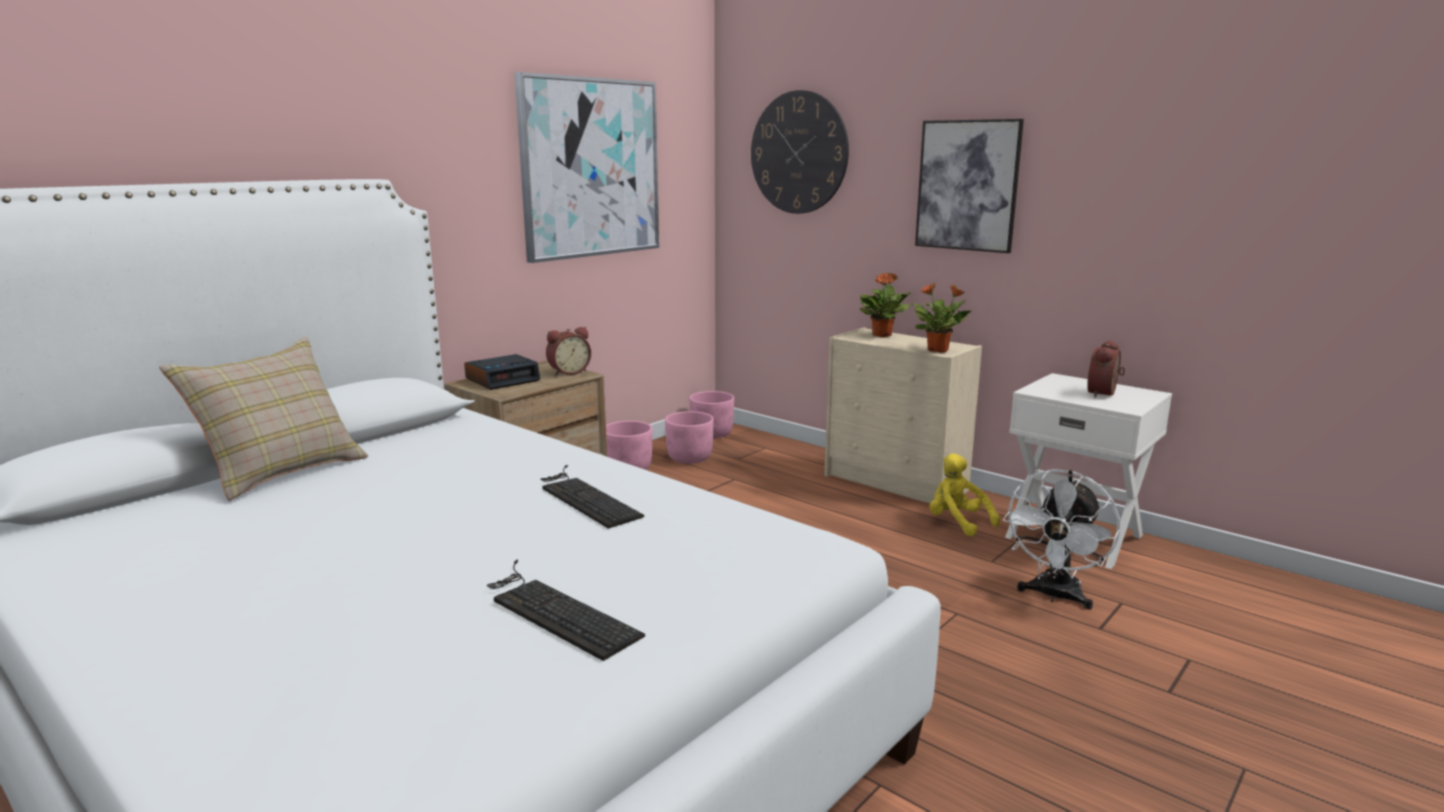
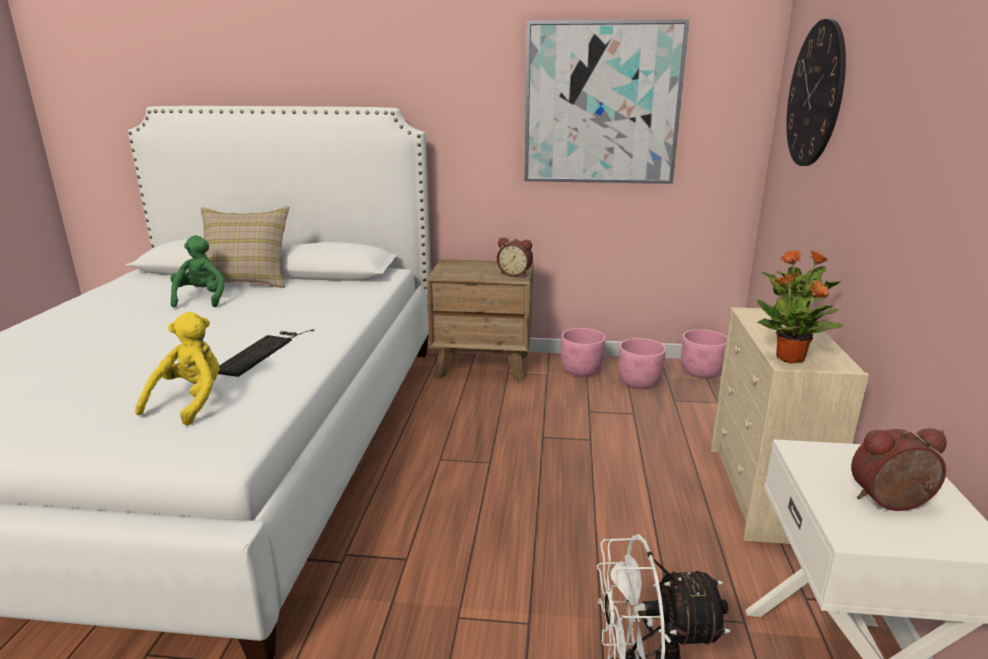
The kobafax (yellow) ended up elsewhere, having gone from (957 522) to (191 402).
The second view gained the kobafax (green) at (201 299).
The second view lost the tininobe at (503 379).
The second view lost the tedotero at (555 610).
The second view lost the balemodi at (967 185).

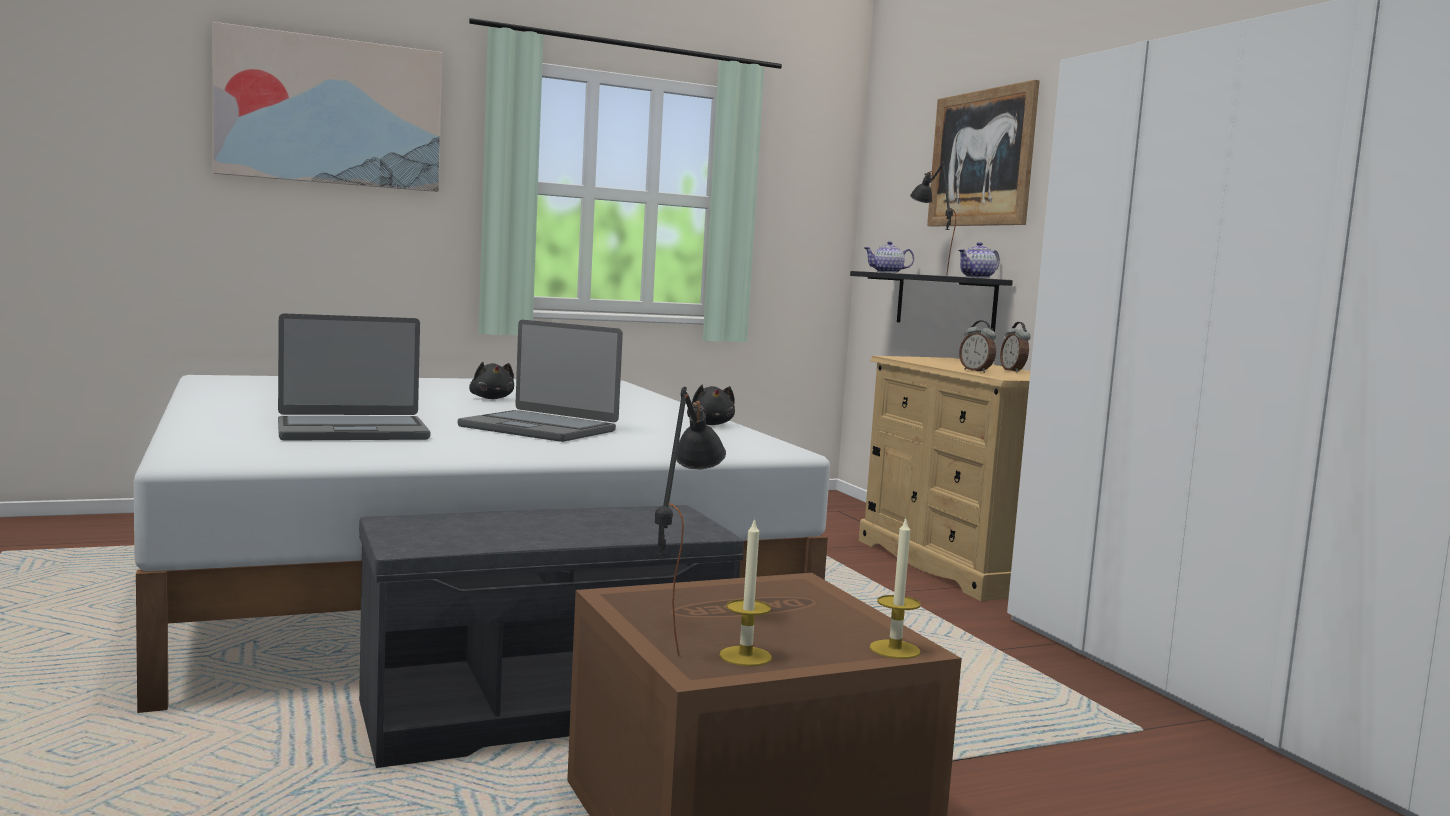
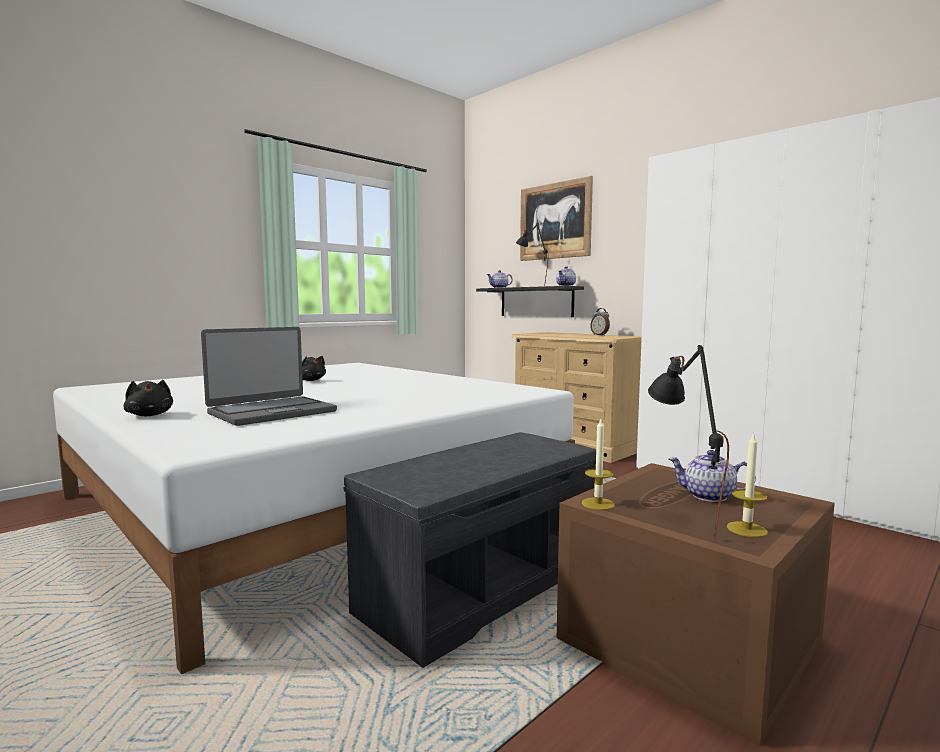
The kobafax (black) ended up elsewhere, having gone from (710 424) to (150 415).
The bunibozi ended up elsewhere, having gone from (894 649) to (598 504).
The second view gained the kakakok at (708 496).
The second view lost the balemodi at (330 111).
The second view lost the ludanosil at (539 428).
The second view lost the tininobe at (976 371).

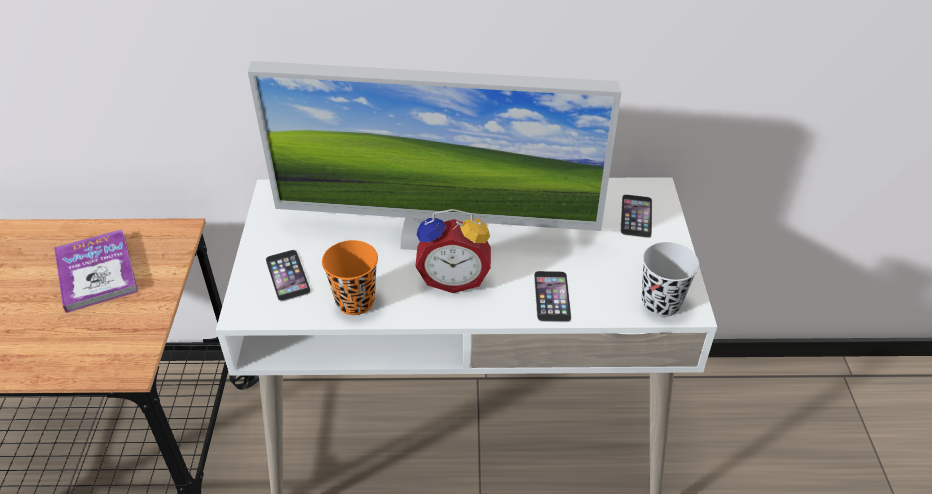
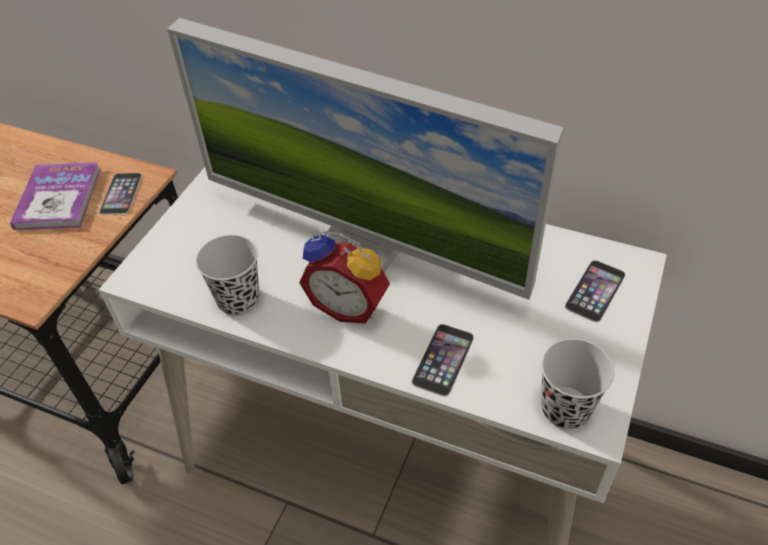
The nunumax ended up elsewhere, having gone from (287 275) to (121 193).
What was the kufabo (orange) at (355 301) turned into the kufabo (black) at (238 300).

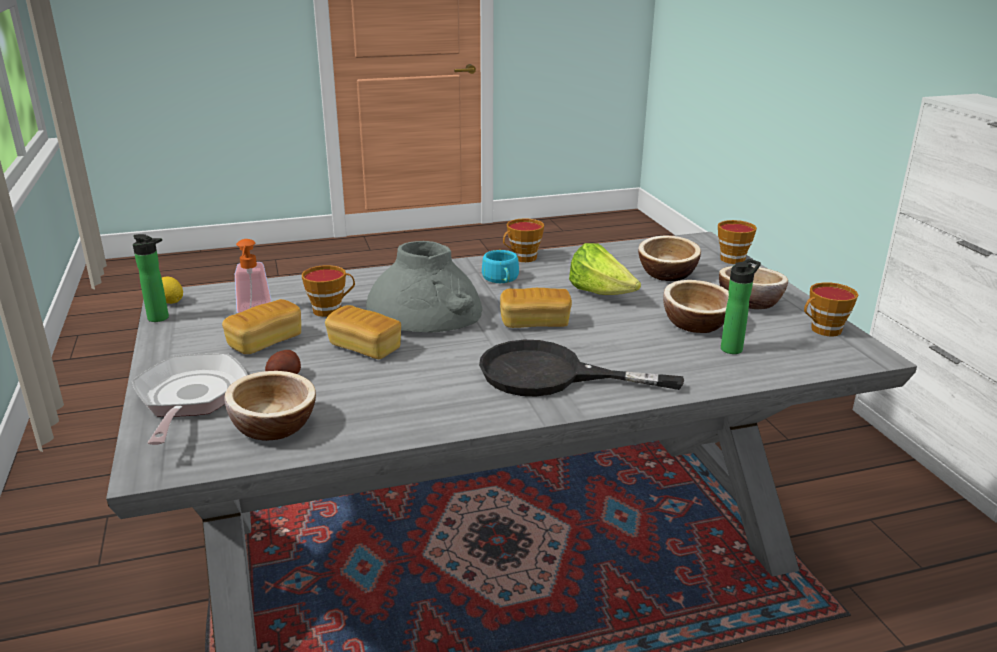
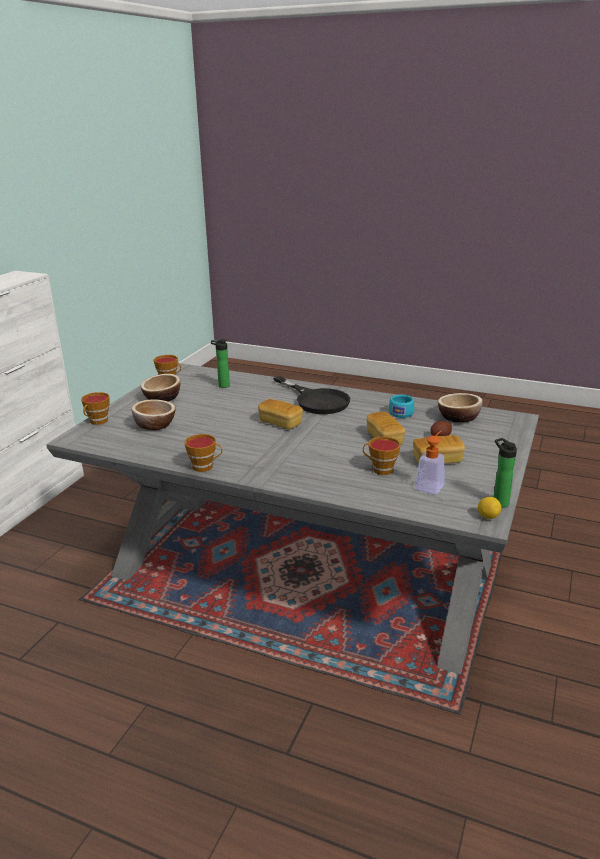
The kufabo (turquoise) ended up elsewhere, having gone from (501 279) to (402 412).
The second view lost the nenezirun at (190 399).
The second view lost the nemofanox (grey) at (424 311).
The second view lost the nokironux at (601 294).
The second view lost the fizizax at (695 324).

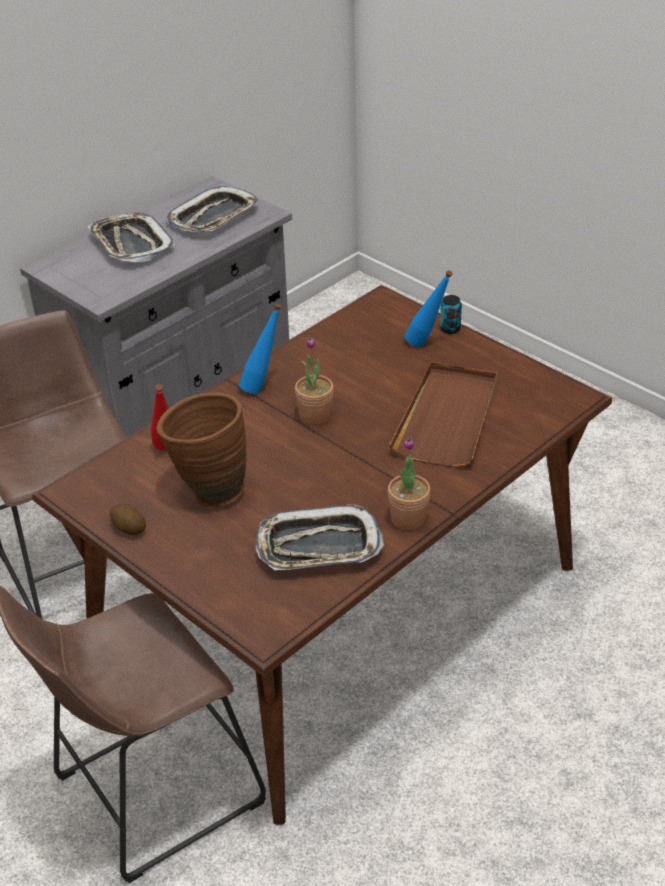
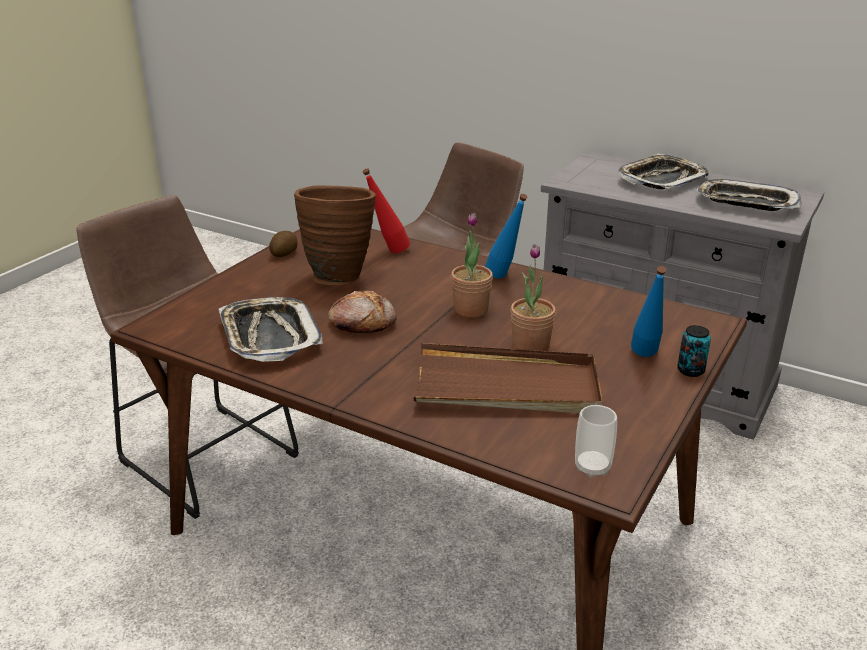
The second view gained the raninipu at (362 323).
The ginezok ended up elsewhere, having gone from (408 519) to (530 346).
The second view gained the kufabo at (592 467).

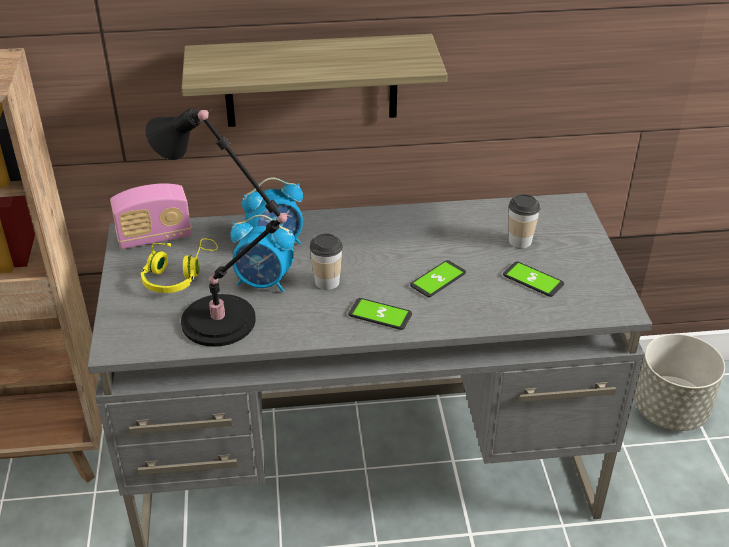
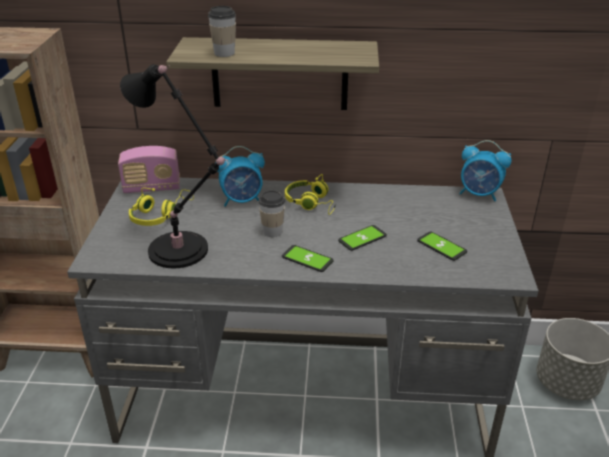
The kufabo ended up elsewhere, having gone from (520 241) to (224 53).
The second view gained the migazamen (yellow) at (311 203).
The tininobe ended up elsewhere, having gone from (264 283) to (479 194).

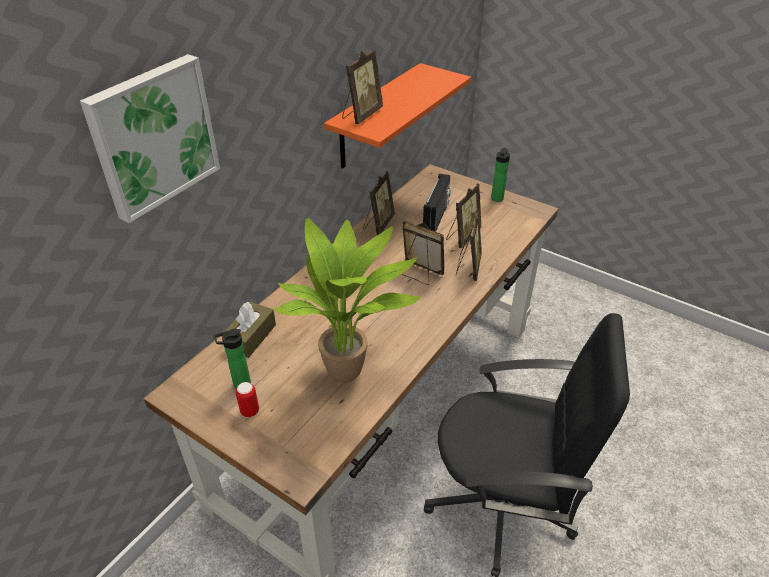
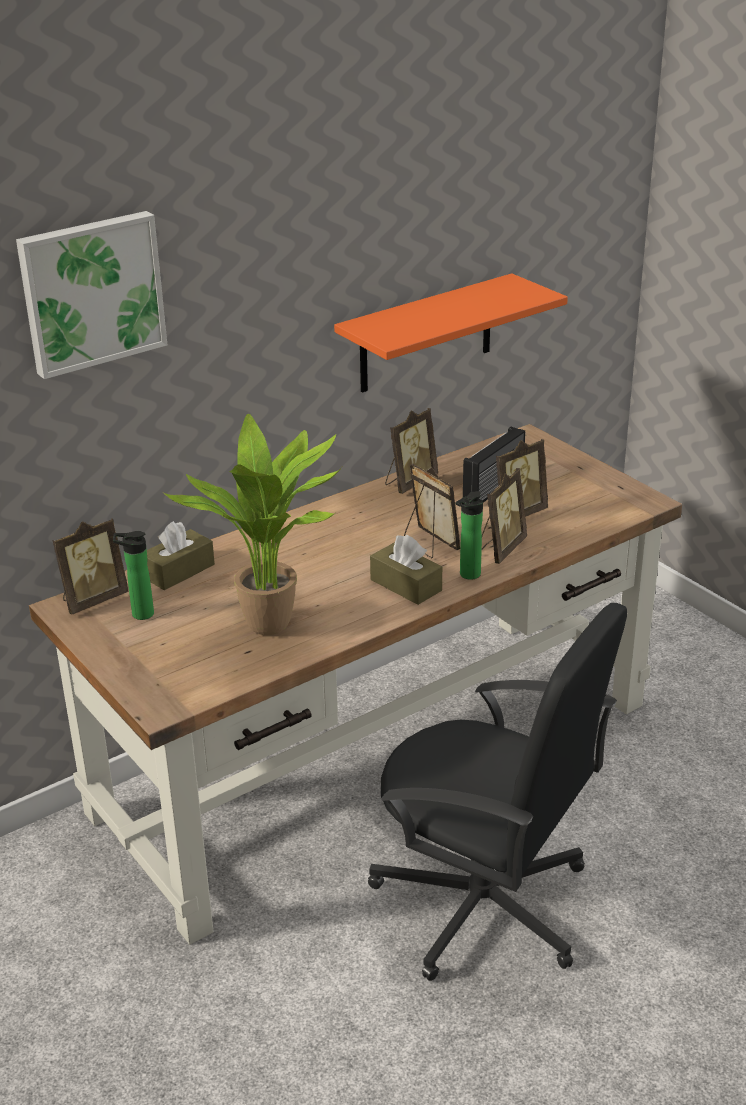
The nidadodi ended up elsewhere, having gone from (361 115) to (93 599).
The second view gained the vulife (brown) at (406 585).
The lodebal ended up elsewhere, having gone from (496 199) to (468 575).
The second view lost the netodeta at (250 411).

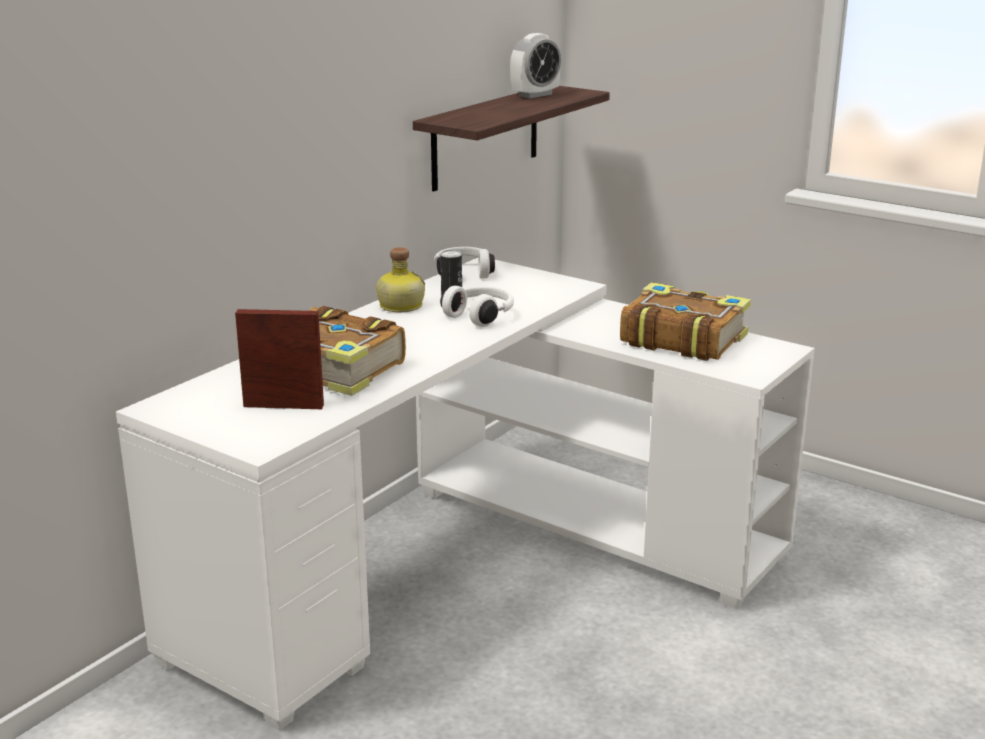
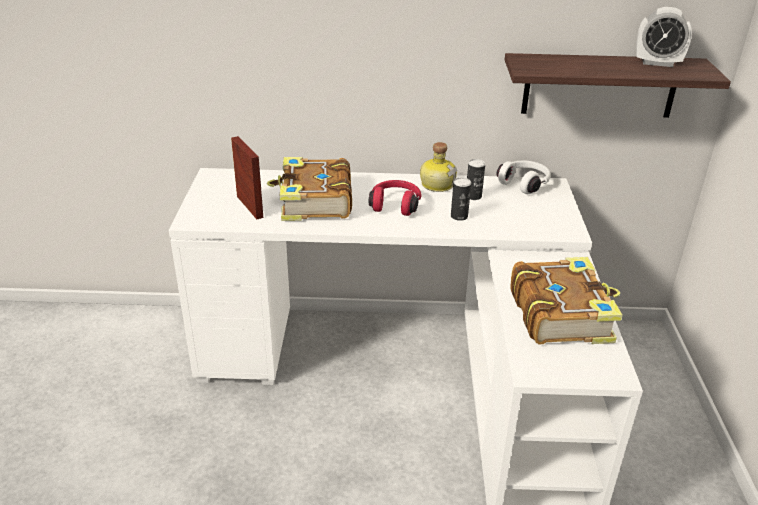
The second view gained the migazamen (red) at (395 205).
Where the migazamen (white) stood at (480 316), the netodeta came to stand at (459 216).

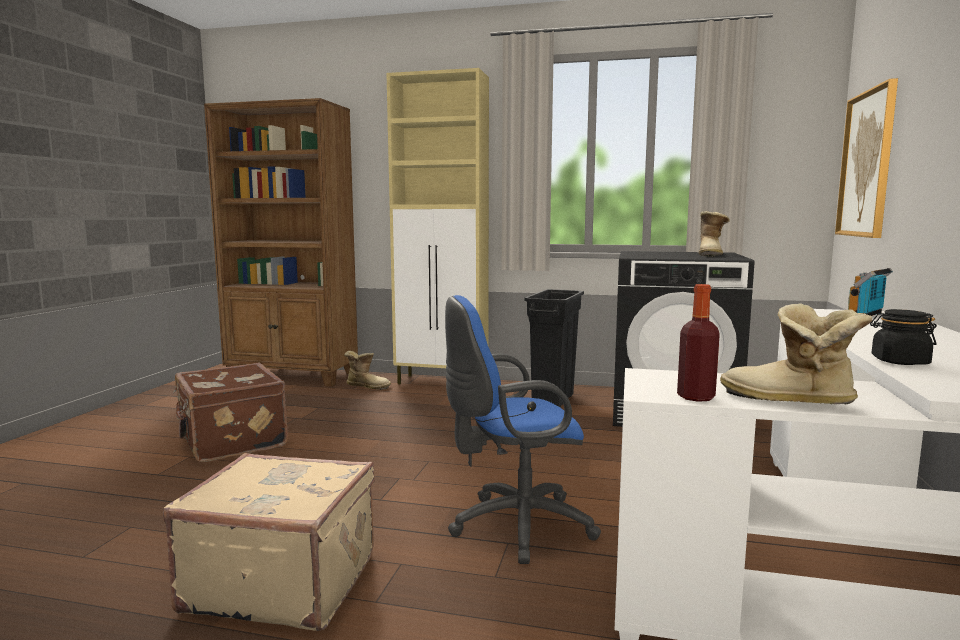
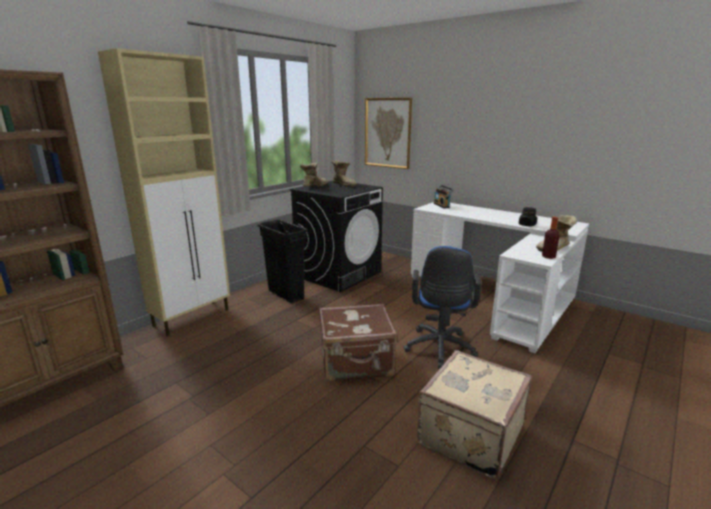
The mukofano ended up elsewhere, having gone from (367 386) to (313 186).
The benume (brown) ended up elsewhere, having gone from (231 441) to (356 363).

